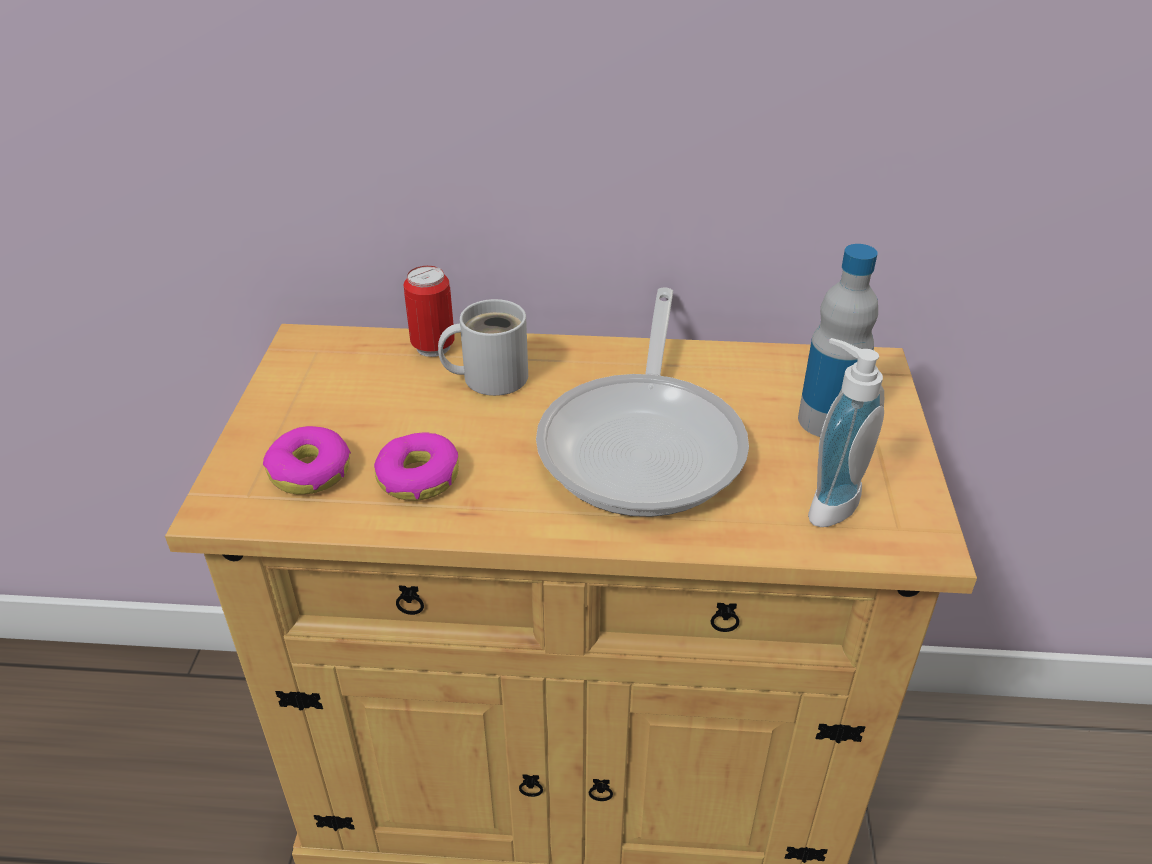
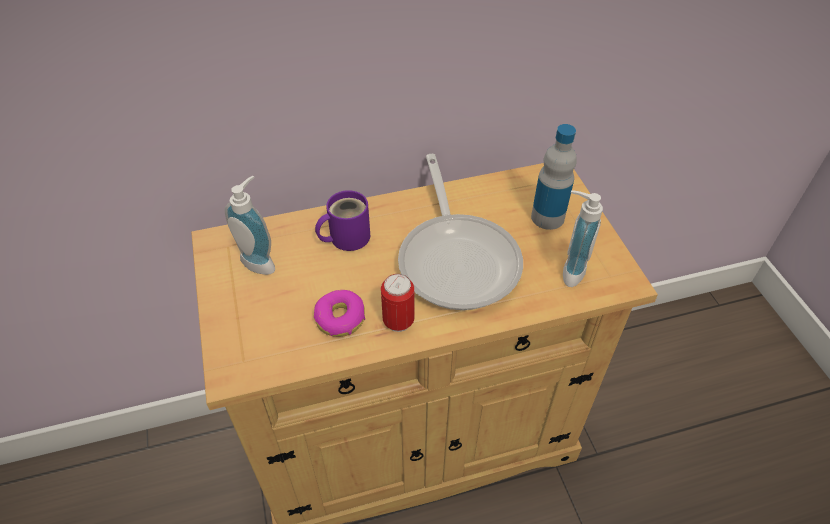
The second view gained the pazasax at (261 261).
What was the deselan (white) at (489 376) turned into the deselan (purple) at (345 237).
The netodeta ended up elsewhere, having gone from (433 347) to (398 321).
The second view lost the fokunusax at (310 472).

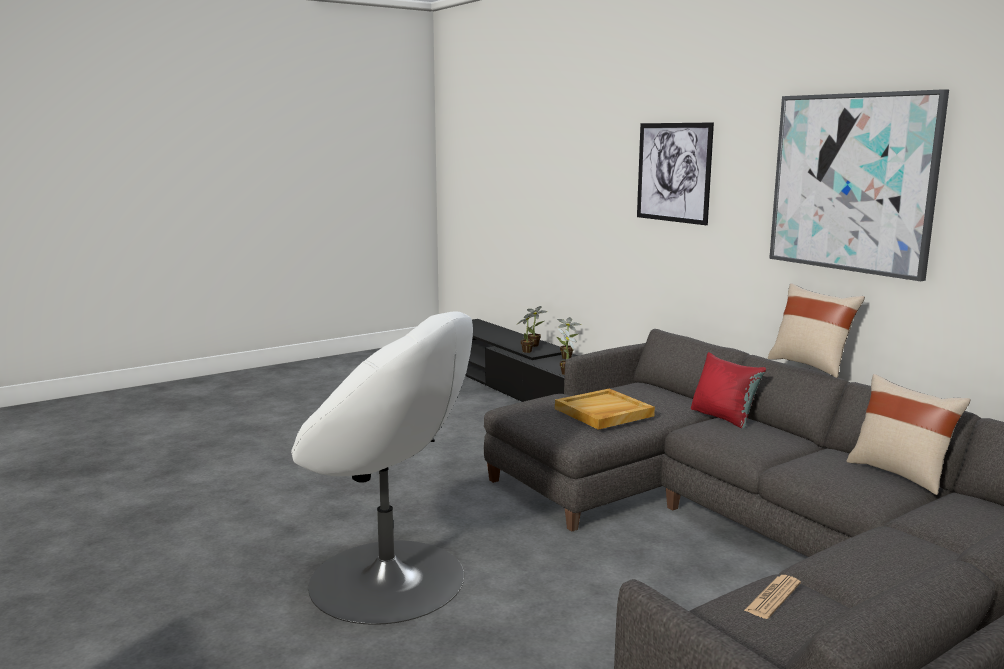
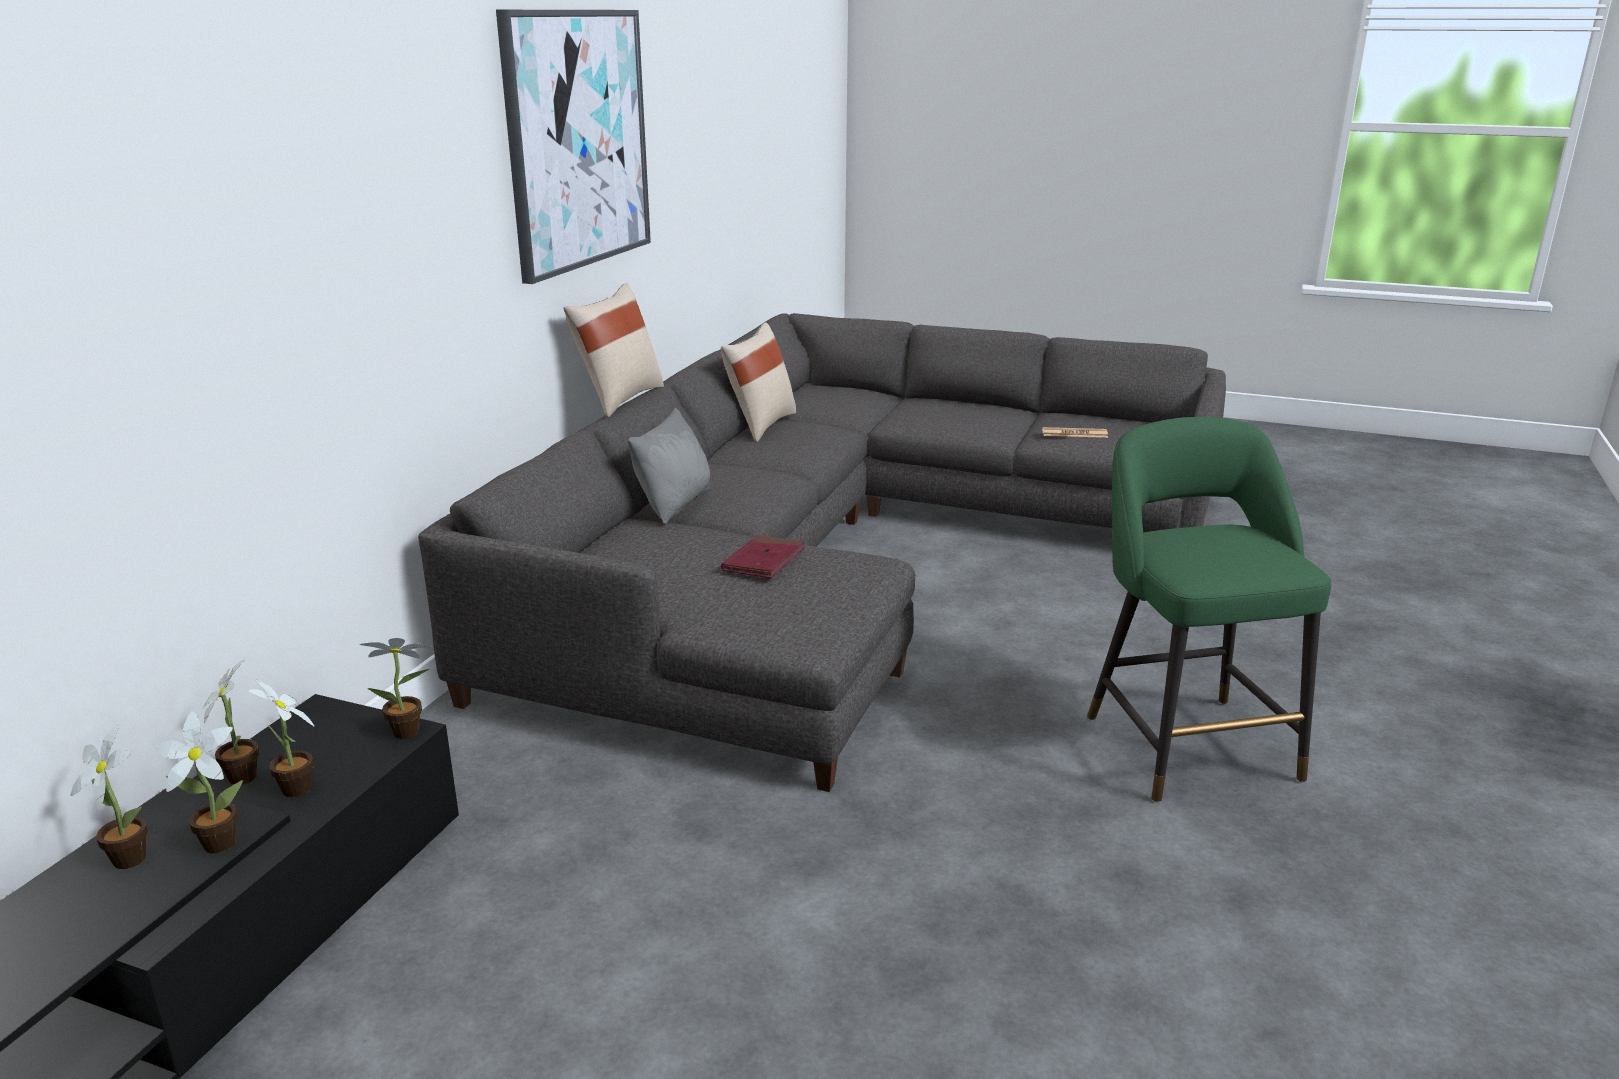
The second view gained the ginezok at (296 792).
What was the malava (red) at (723 417) turned into the malava (grey) at (674 504).
Where the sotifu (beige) stood at (603 412), the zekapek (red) came to stand at (763 561).
Where the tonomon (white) stood at (389 580), the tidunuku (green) came to stand at (1185 741).
The second view lost the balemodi at (673 172).

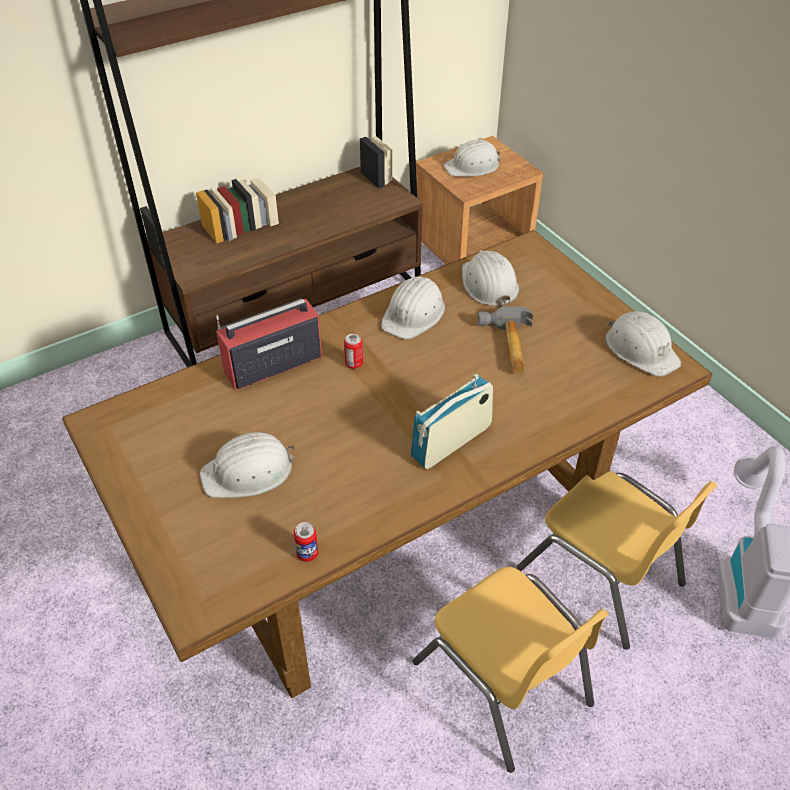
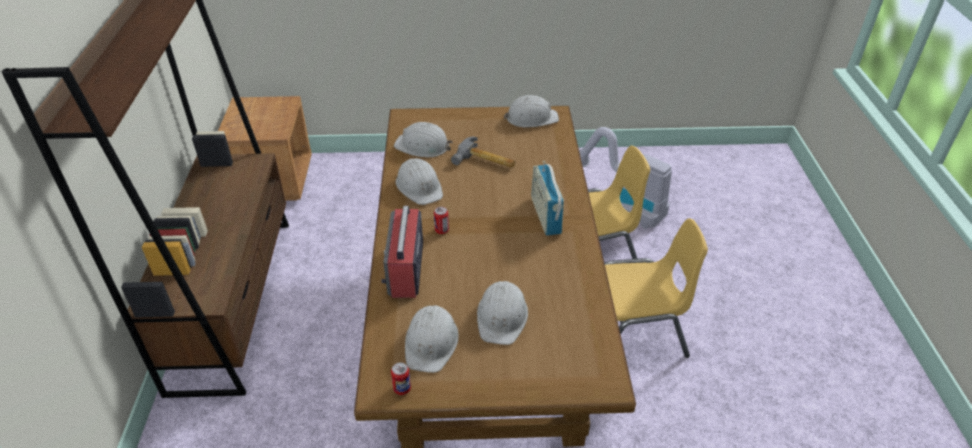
The netodeta ended up elsewhere, having gone from (307 554) to (402 389).
The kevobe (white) ended up elsewhere, having gone from (473 166) to (431 342).

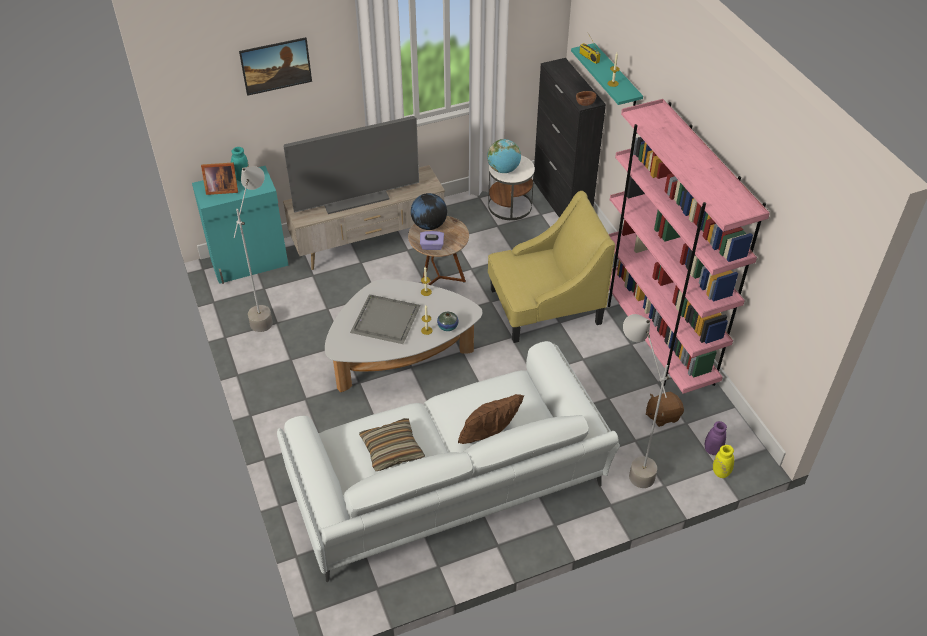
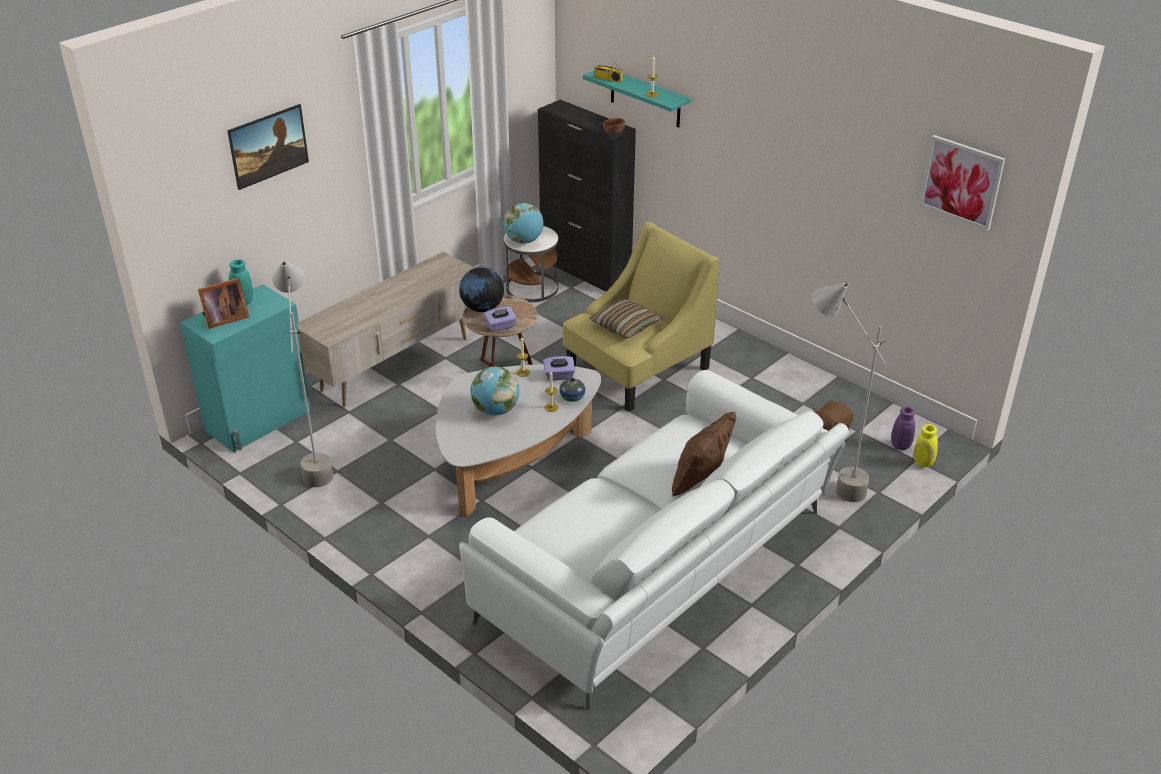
Where the sotifu (grey) stood at (385 319), the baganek came to stand at (495 410).
The second view gained the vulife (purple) at (559 376).
The malava ended up elsewhere, having gone from (392 450) to (625 326).
The second view gained the balemodi at (961 182).
The second view lost the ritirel at (355 197).
The second view lost the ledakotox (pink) at (655 338).

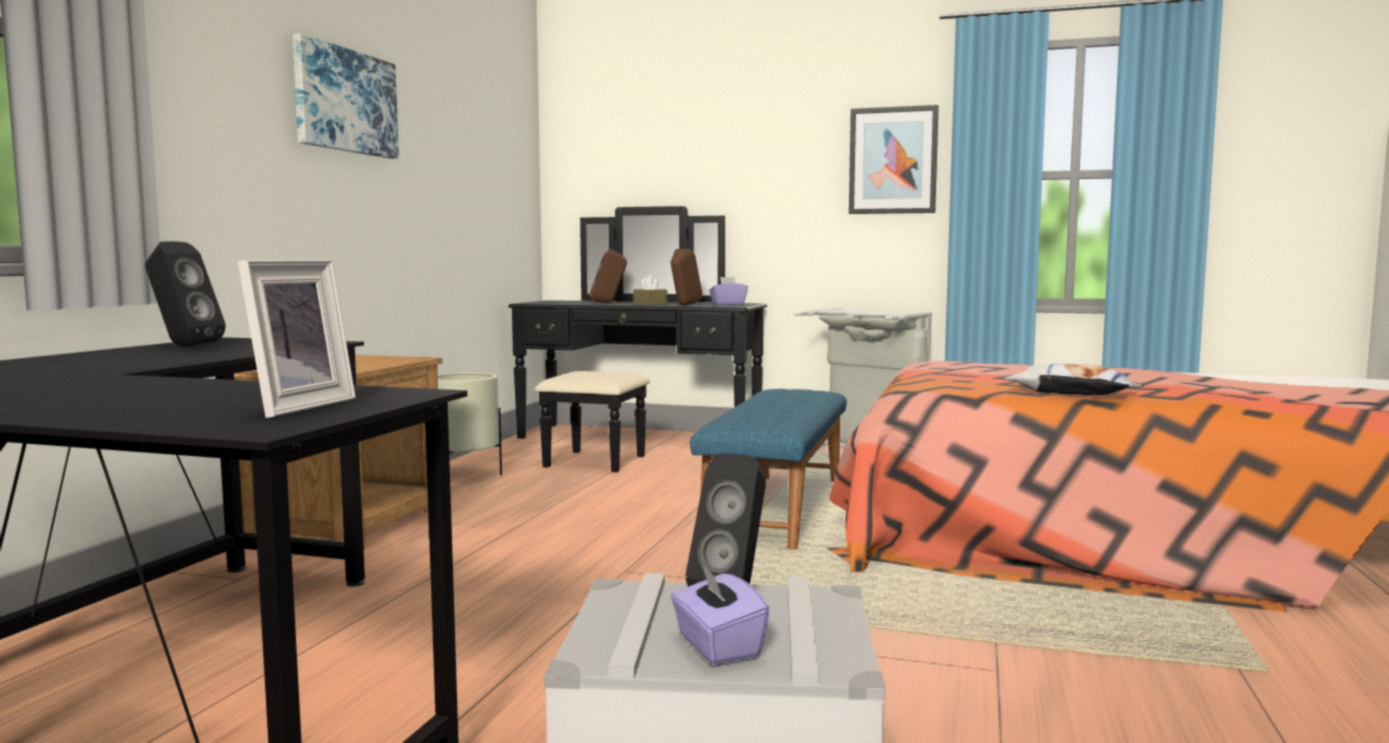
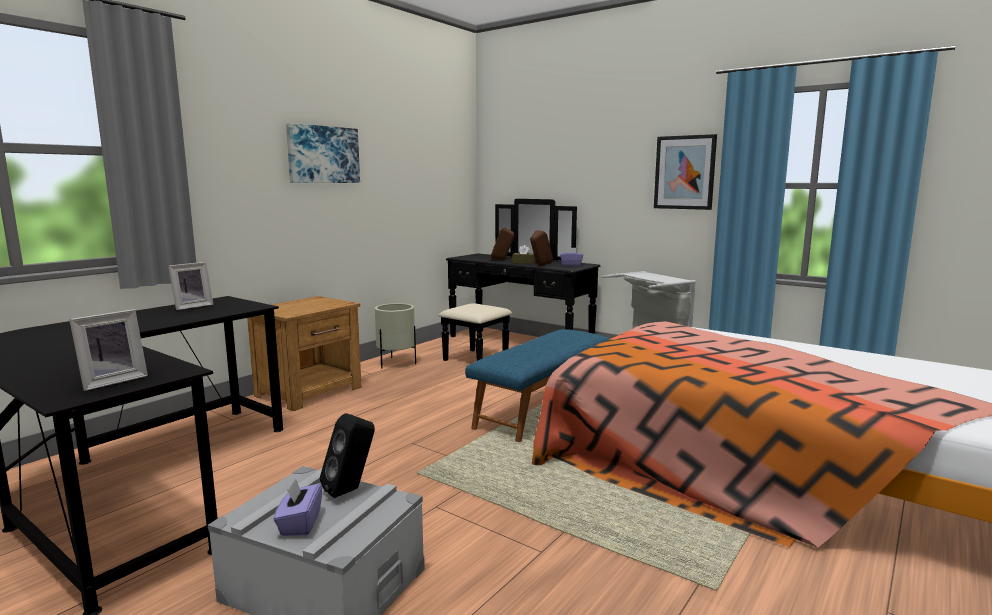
Where the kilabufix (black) stood at (183 346), the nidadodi came to stand at (192 306).
The second view lost the malava at (1073 393).

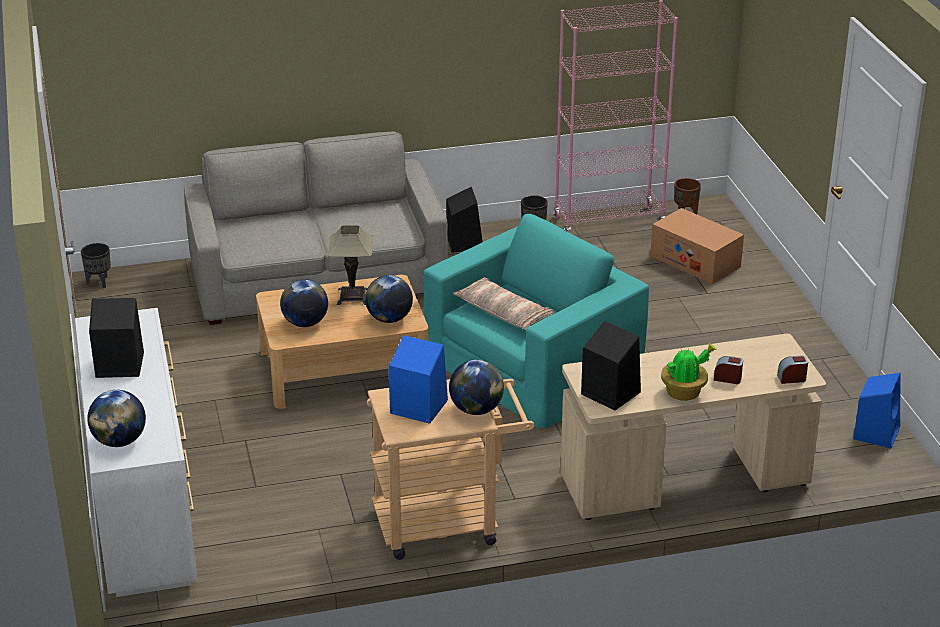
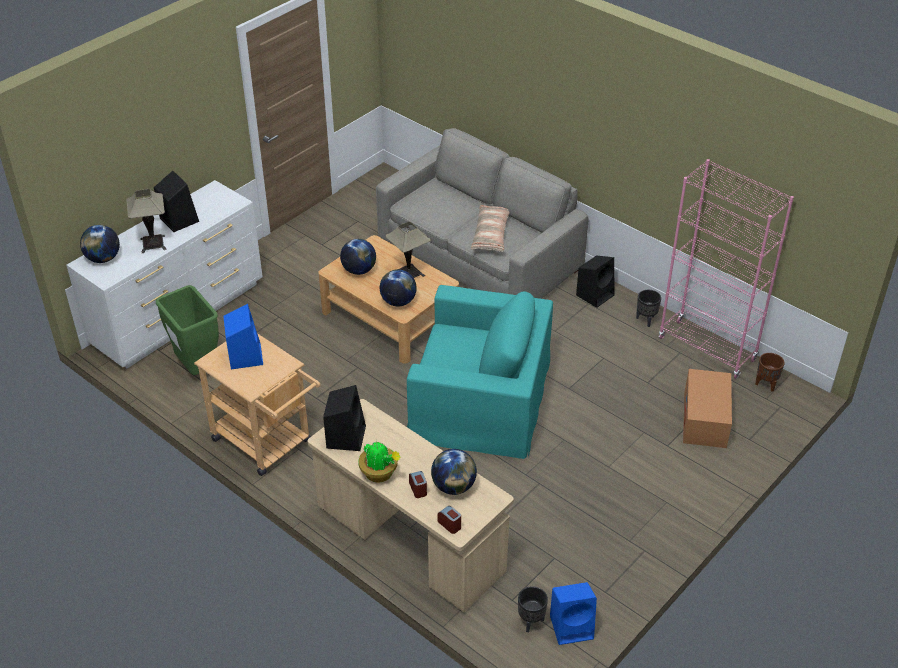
The second view gained the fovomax at (153 244).
The second view gained the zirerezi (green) at (197 368).
The baganek ended up elsewhere, having gone from (476 410) to (453 486).
The malava ended up elsewhere, having gone from (503 313) to (491 234).
The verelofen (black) ended up elsewhere, having gone from (99 282) to (530 622).

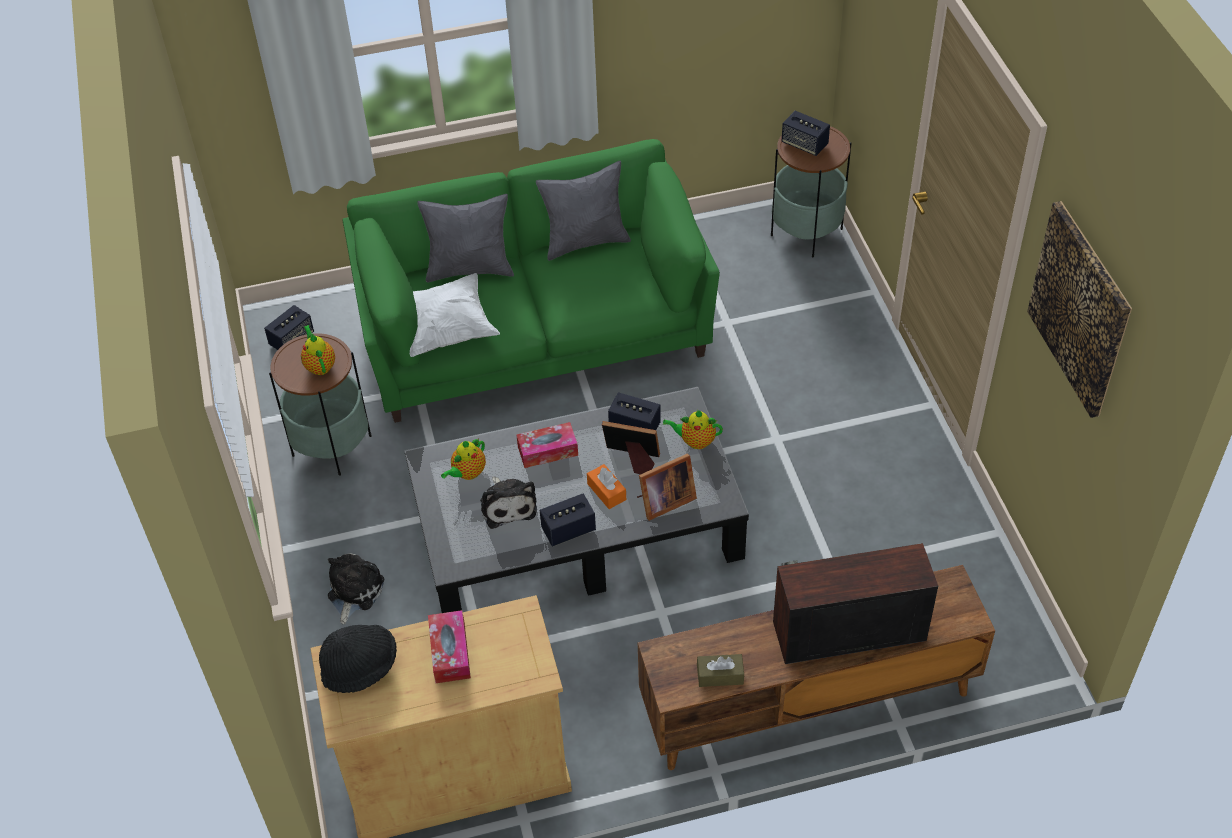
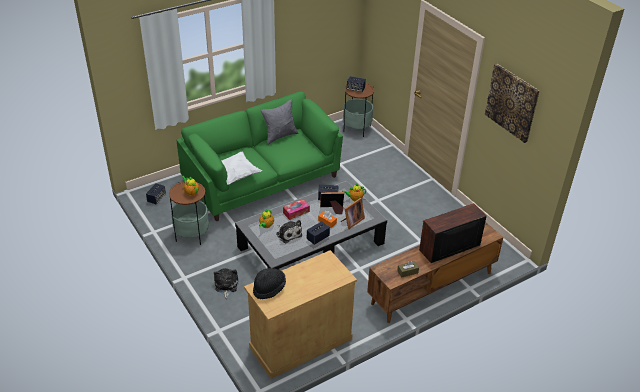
The second view lost the malava (grey) at (470 269).
The second view lost the vulife at (450 652).

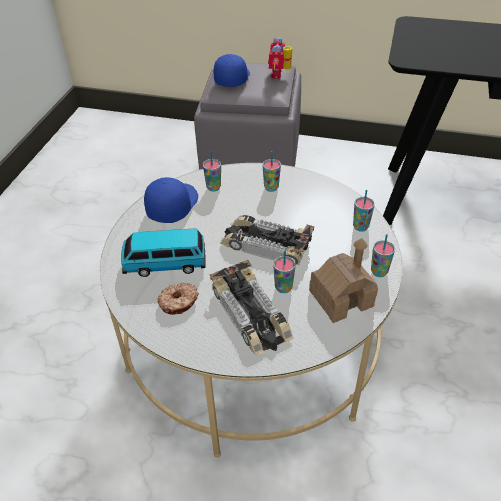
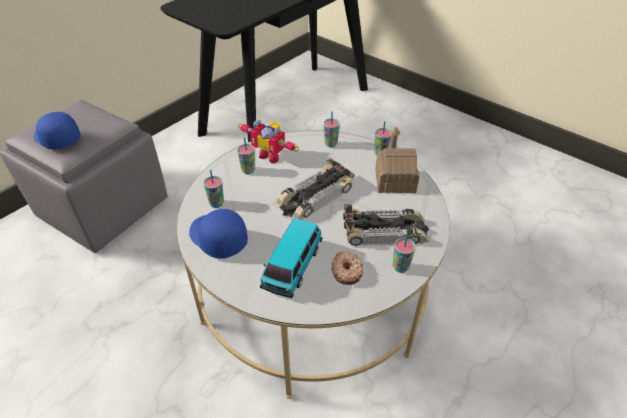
The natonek ended up elsewhere, having gone from (280 74) to (271 155).
The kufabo ended up elsewhere, having gone from (283 288) to (400 267).

